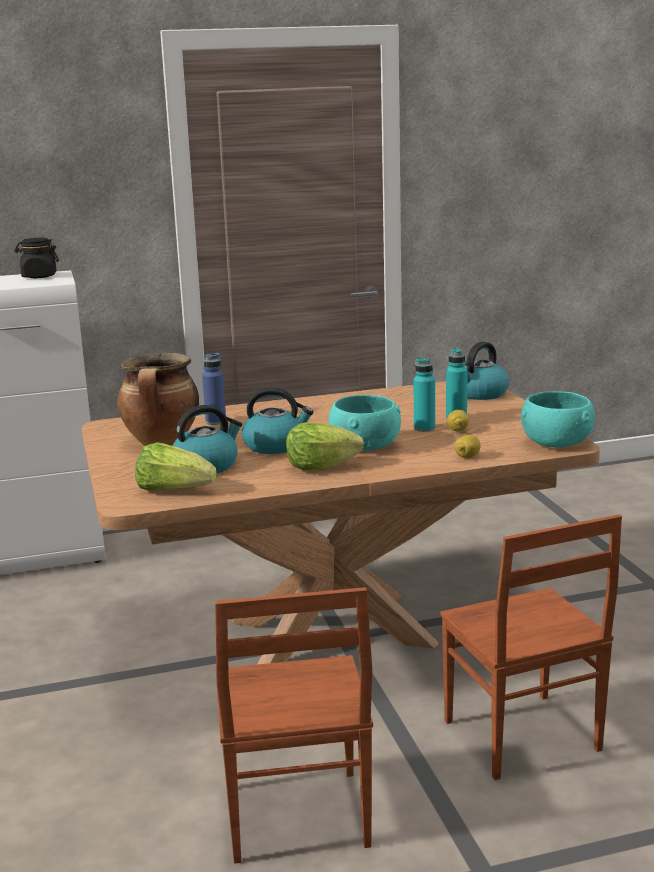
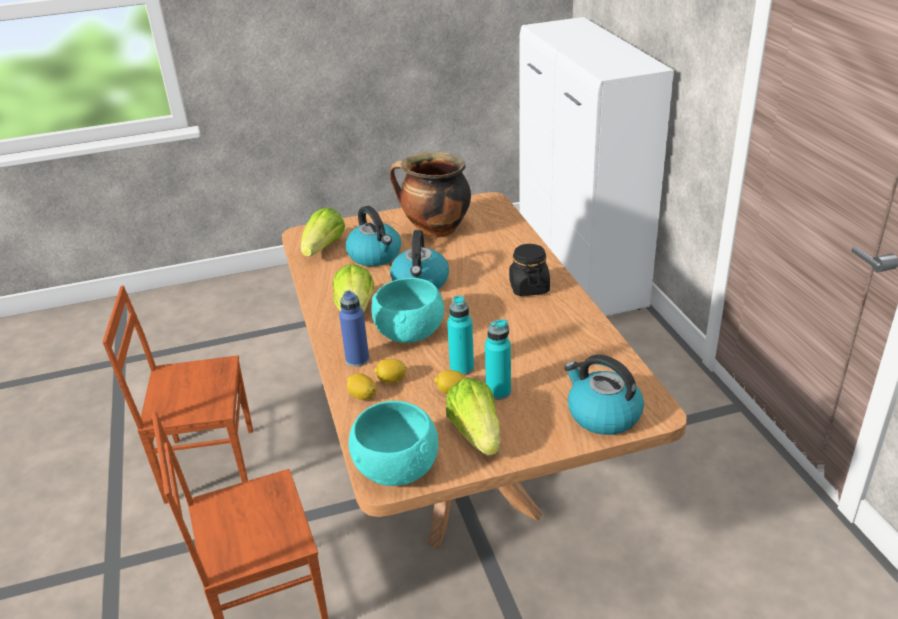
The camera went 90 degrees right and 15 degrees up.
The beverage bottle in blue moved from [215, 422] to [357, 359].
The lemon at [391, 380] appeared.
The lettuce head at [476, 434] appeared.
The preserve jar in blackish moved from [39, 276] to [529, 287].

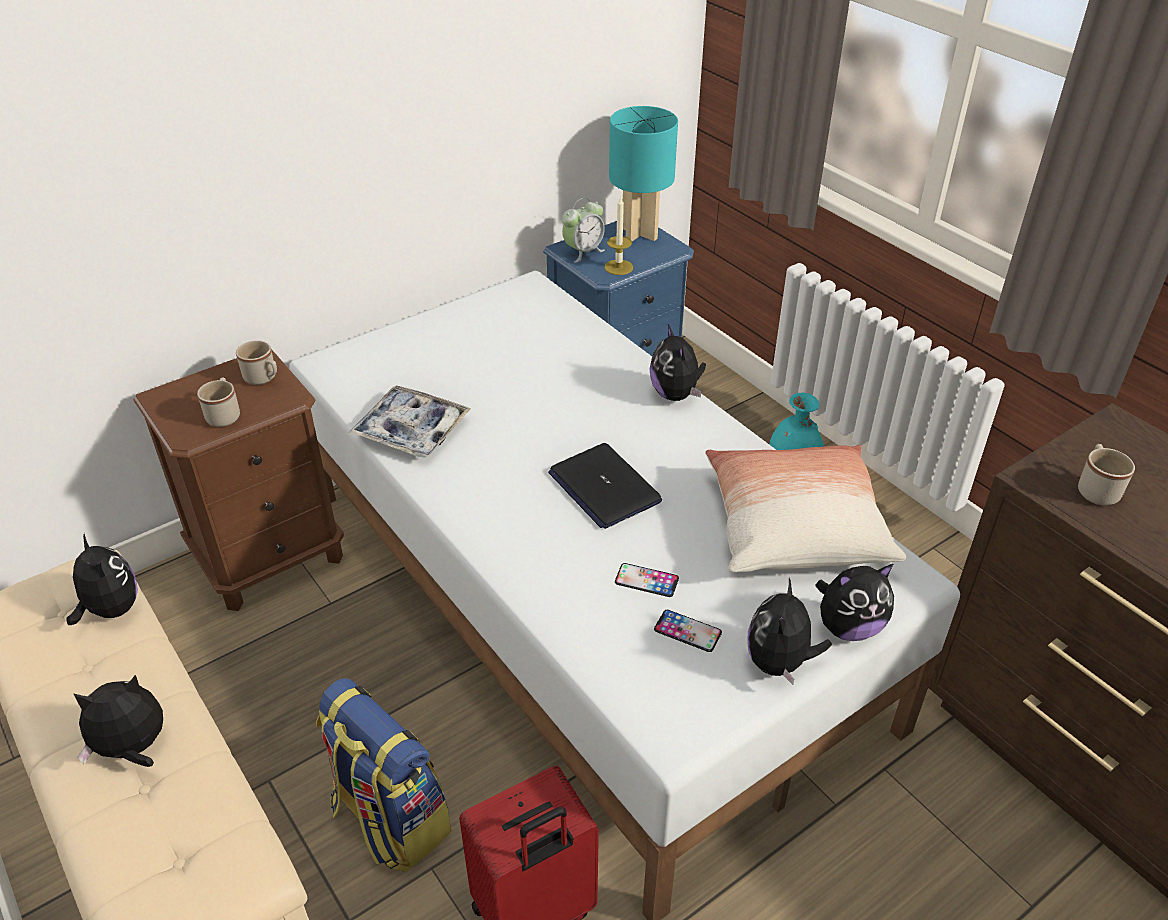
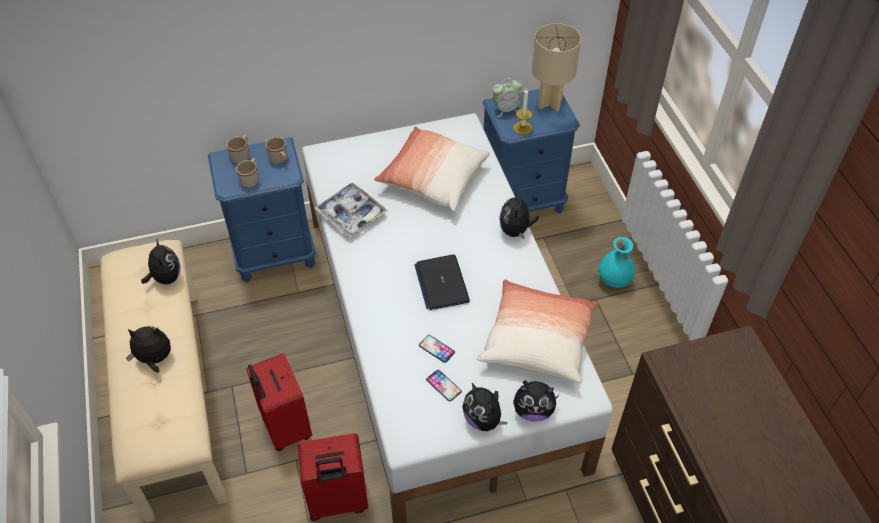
The camera went 20 degrees right and 10 degrees up.
The nightstand in brown at [270, 558] became the nightstand in blue at [275, 254].
The coffee mug in beige moved from [1096, 489] to [241, 155].
The backpack at [389, 819] was replaced by the suitcase in red-coloured at [284, 427].
The cushion at [433, 179] appeared.
The plush toy at [779, 663] turned 75 degrees counterclockwise.
The tabletop lamp in turquoise-coloured at [639, 234] became the tabletop lamp in beige at [549, 103].

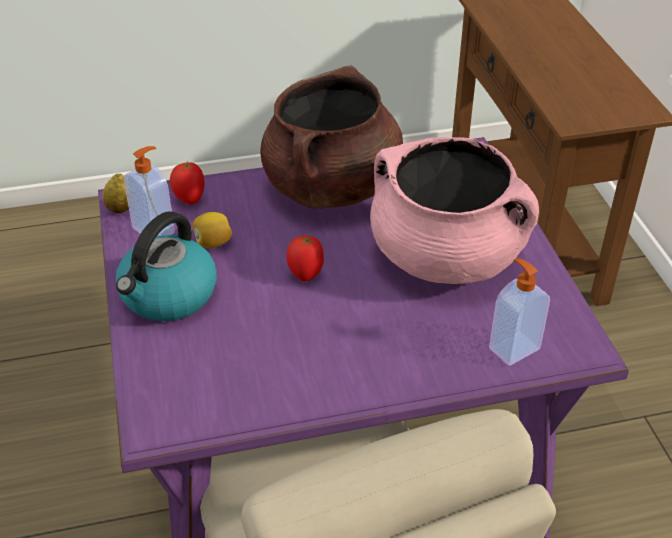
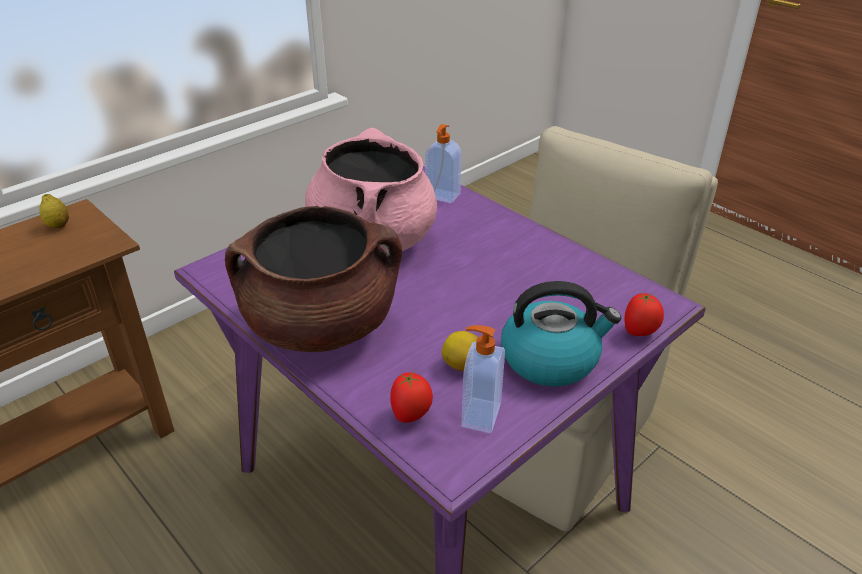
The camera went 120 degrees left and 5 degrees down.
The lemon moved from [121, 209] to [58, 226].
The fresh tomato moved from [305, 274] to [640, 332].

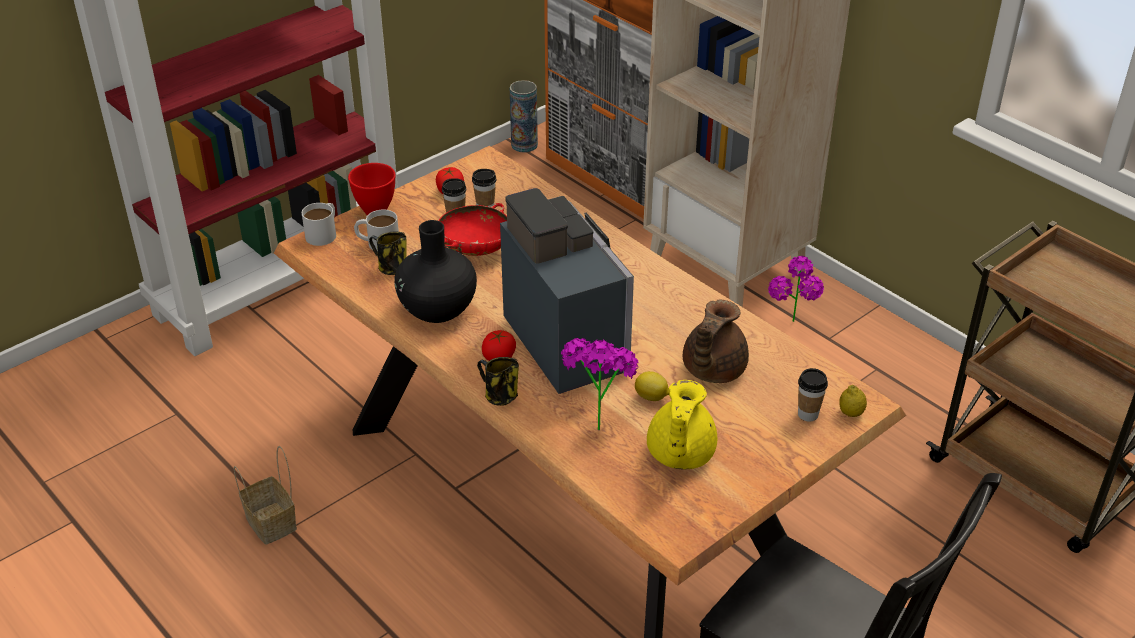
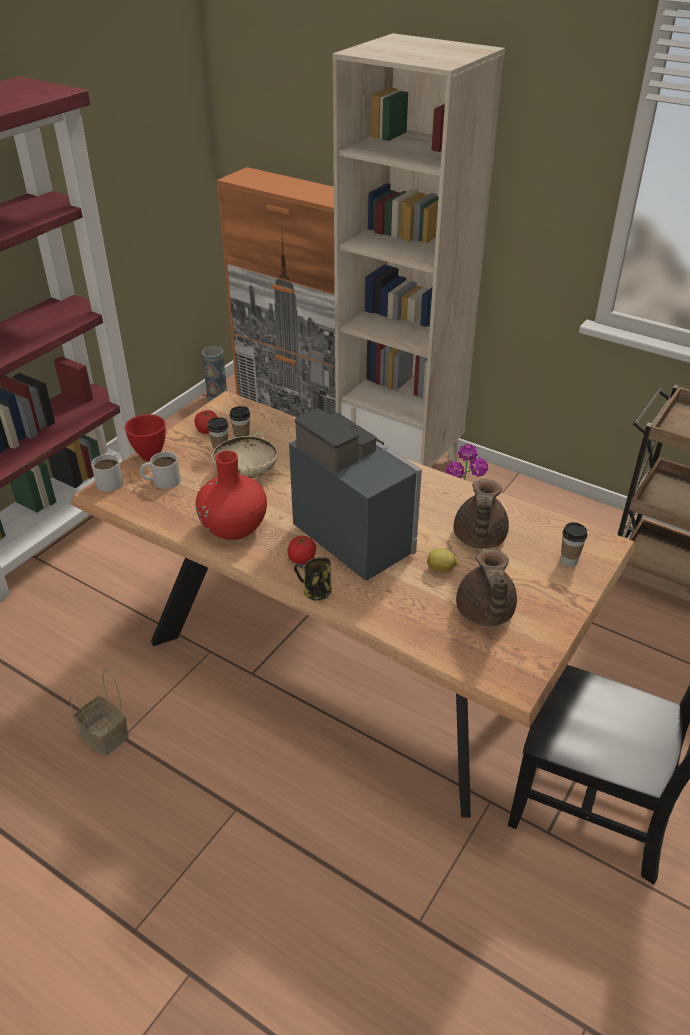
The camera went 15 degrees left and 0 degrees up.
The decorative vase in blackish at [437, 309] became the decorative vase in red-coloured at [233, 528].
The serving bowl in red-coloured at [475, 249] became the serving bowl in beige at [246, 473].
The tea pot in yellow-coloured at [679, 454] became the tea pot in brown at [484, 613].
The coffee mug at [391, 268] disappeared.
The potted plant at [597, 420] disappeared.
The lemon at [851, 413] disappeared.

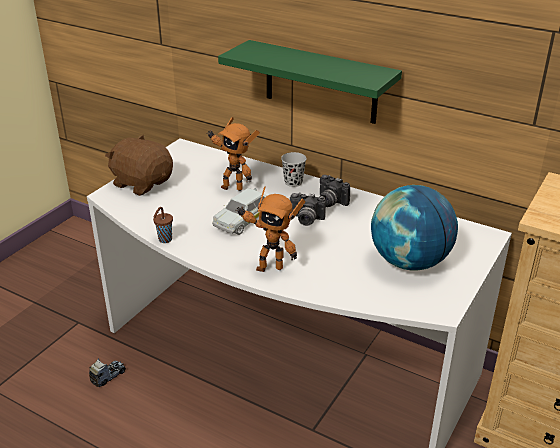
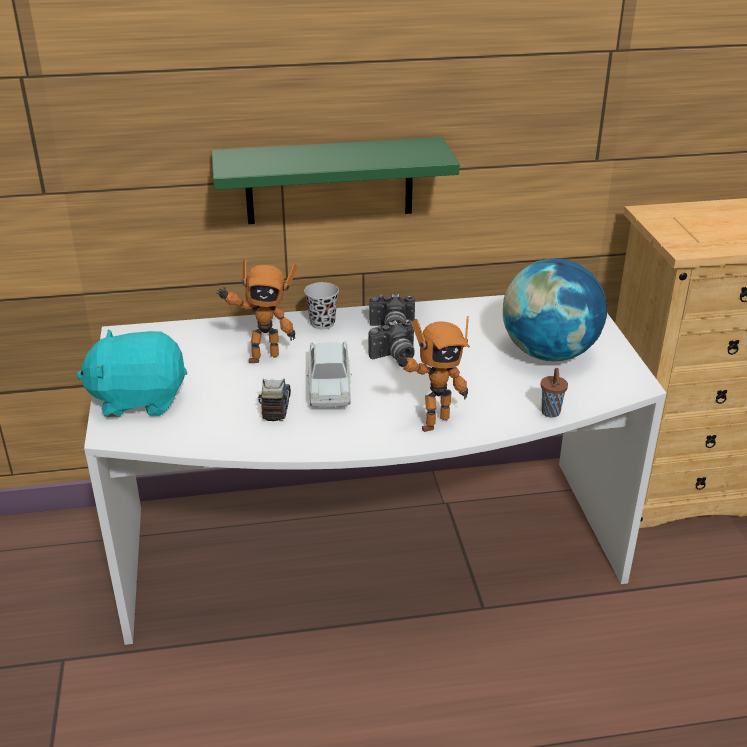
The camera went 40 degrees left and 0 degrees up.
The plush toy in brown at [142, 183] became the plush toy in turquoise-coloured at [139, 399].
The toy lorry moved from [108, 376] to [276, 406].
The cup in brown moved from [164, 240] to [551, 413].

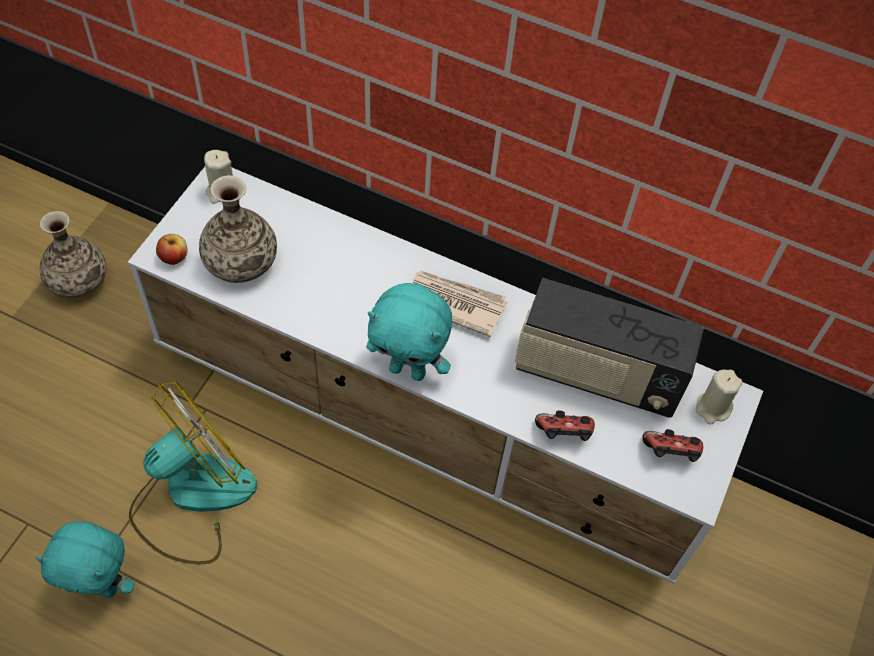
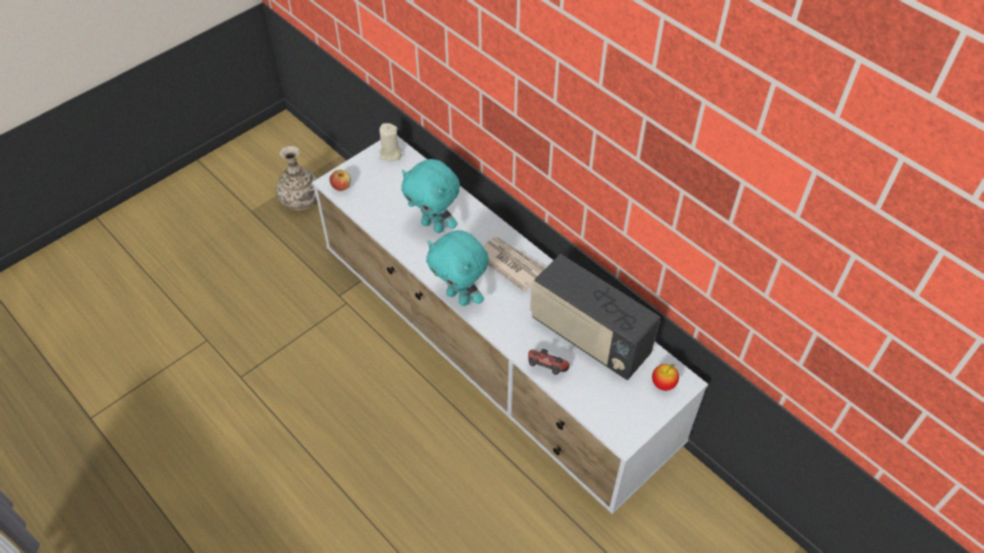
The camera went 25 degrees right and 5 degrees down.
The plush toy in turquoise-coloured moved from [102, 586] to [434, 225].
The wax light in beige at [712, 408] was replaced by the whole apple at [663, 384].
The fan at [192, 496] disappeared.
The decorative vase at [241, 261] disappeared.
The joypad at [670, 454] disappeared.

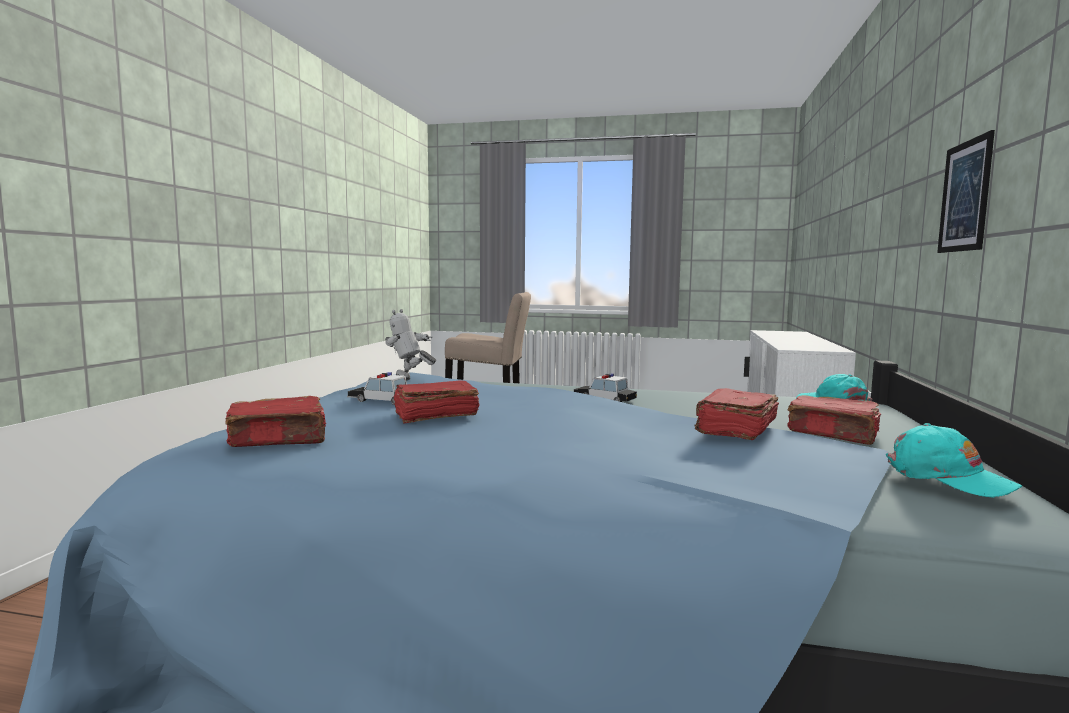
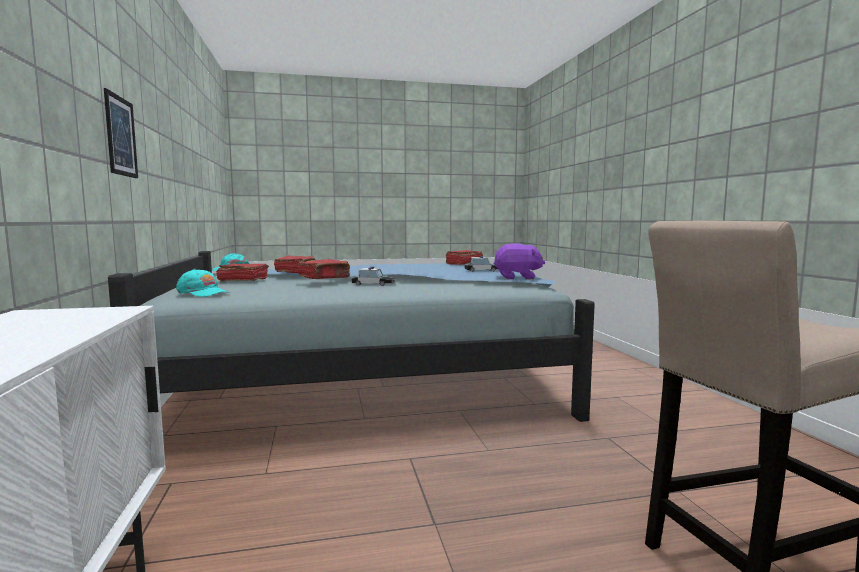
The camera went 155 degrees right and 0 degrees up.
The book in red-coloured moved from [434, 416] to [325, 278].
The toy robot at [409, 381] was replaced by the plush toy in purple-coloured at [517, 278].

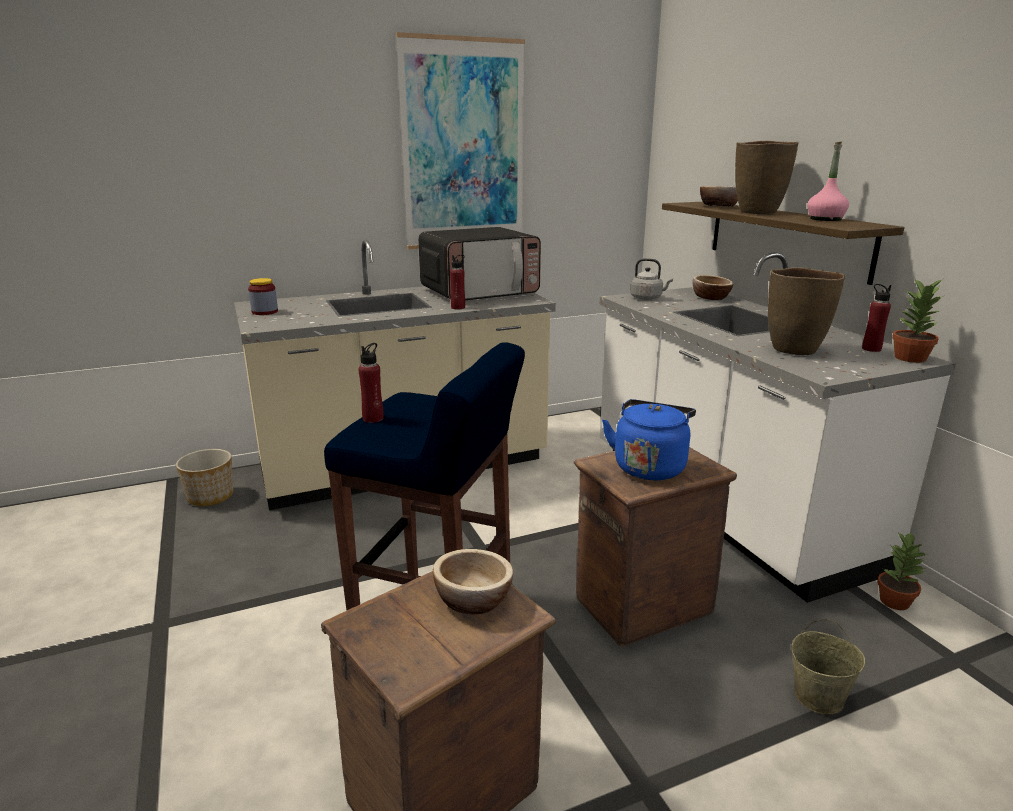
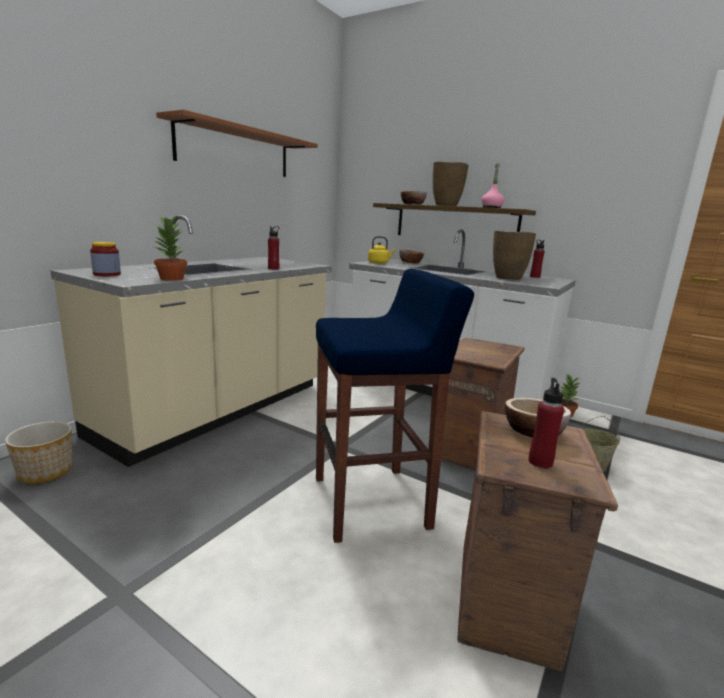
The camera went 35 degrees left and 5 degrees down.
The potted plant moved from [910, 358] to [172, 279].
The wall art at [463, 146] was replaced by the wall shelf at [235, 150].
The water kettle in grey at [647, 298] became the water kettle in yellow-coloured at [379, 263].
The beverage bottle in red-coloured moved from [373, 418] to [540, 462].
The microwave oven at [480, 292] disappeared.
The water kettle in blue at [649, 466] disappeared.

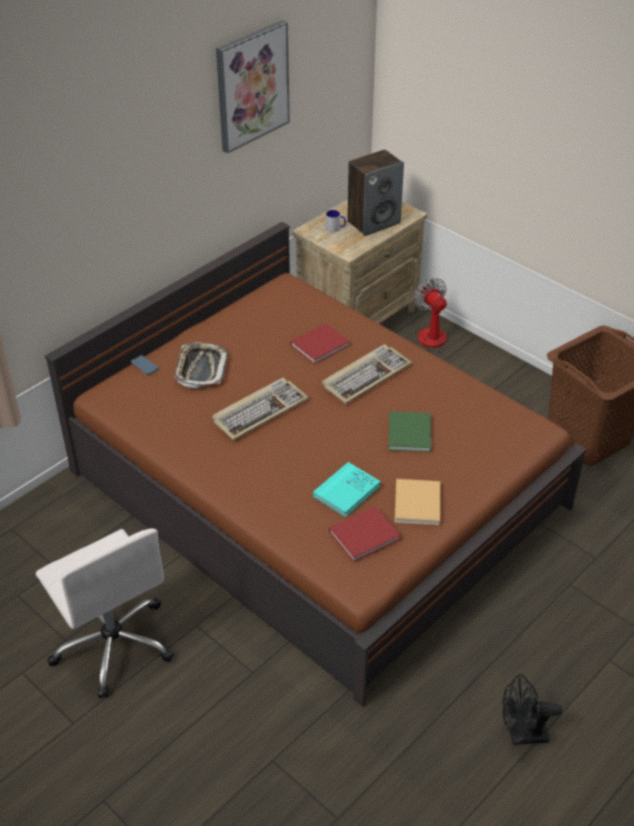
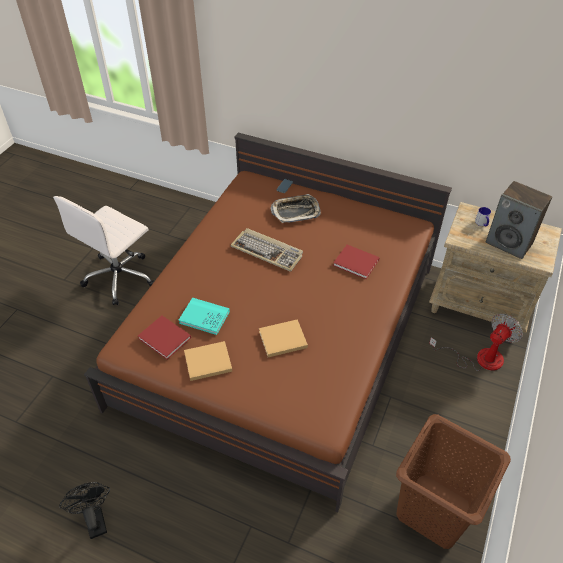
The camera went 70 degrees right and 5 degrees up.
The book in green-coloured at [409, 435] became the book in beige at [281, 339].
The wall art at [252, 86] disappeared.
The computer keyboard at [366, 376] disappeared.

